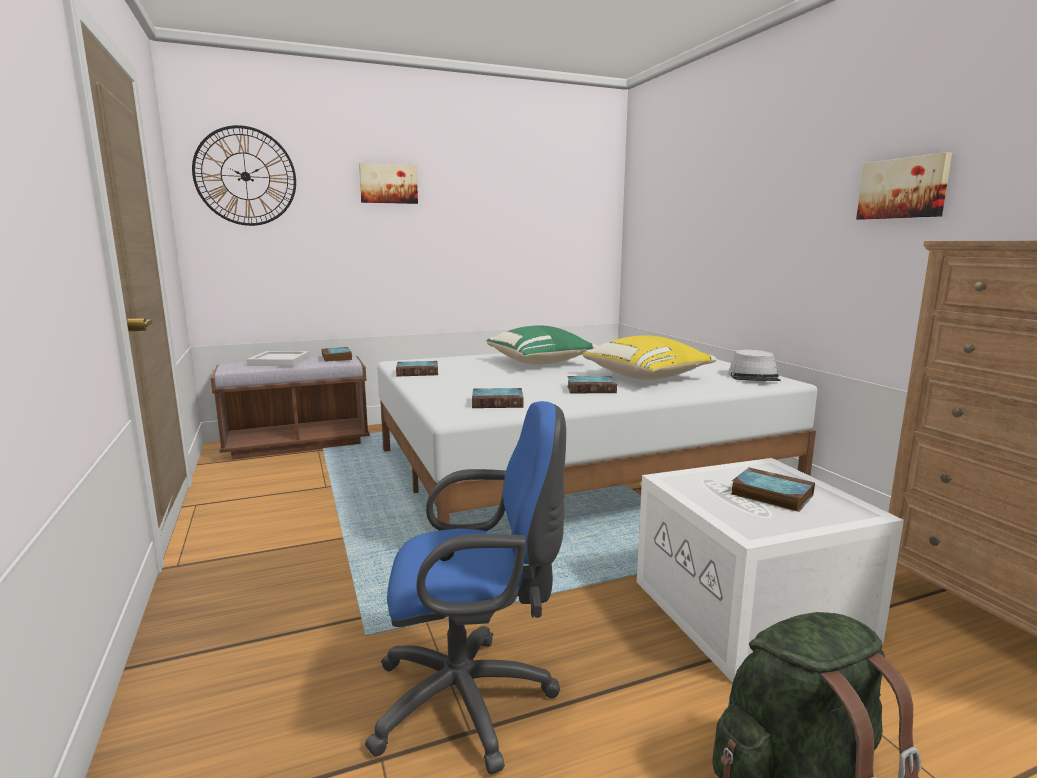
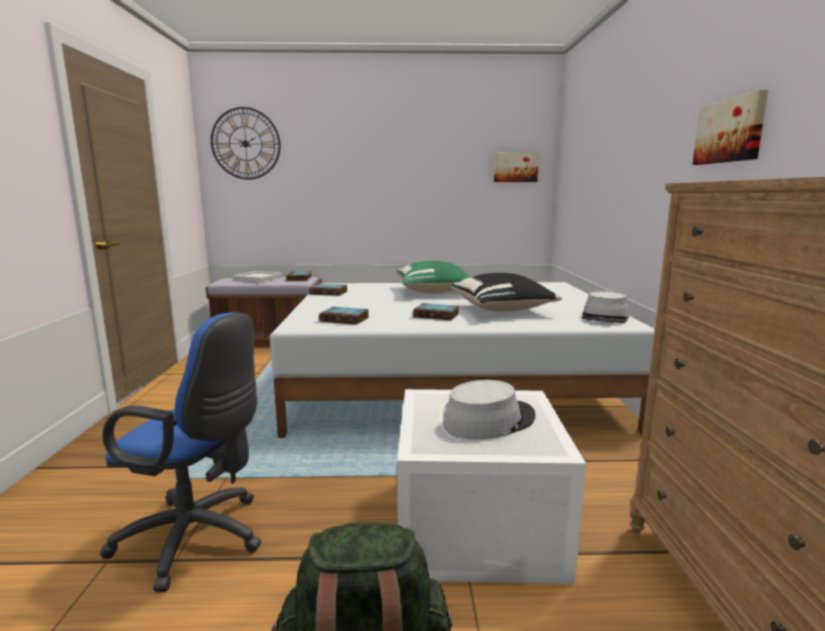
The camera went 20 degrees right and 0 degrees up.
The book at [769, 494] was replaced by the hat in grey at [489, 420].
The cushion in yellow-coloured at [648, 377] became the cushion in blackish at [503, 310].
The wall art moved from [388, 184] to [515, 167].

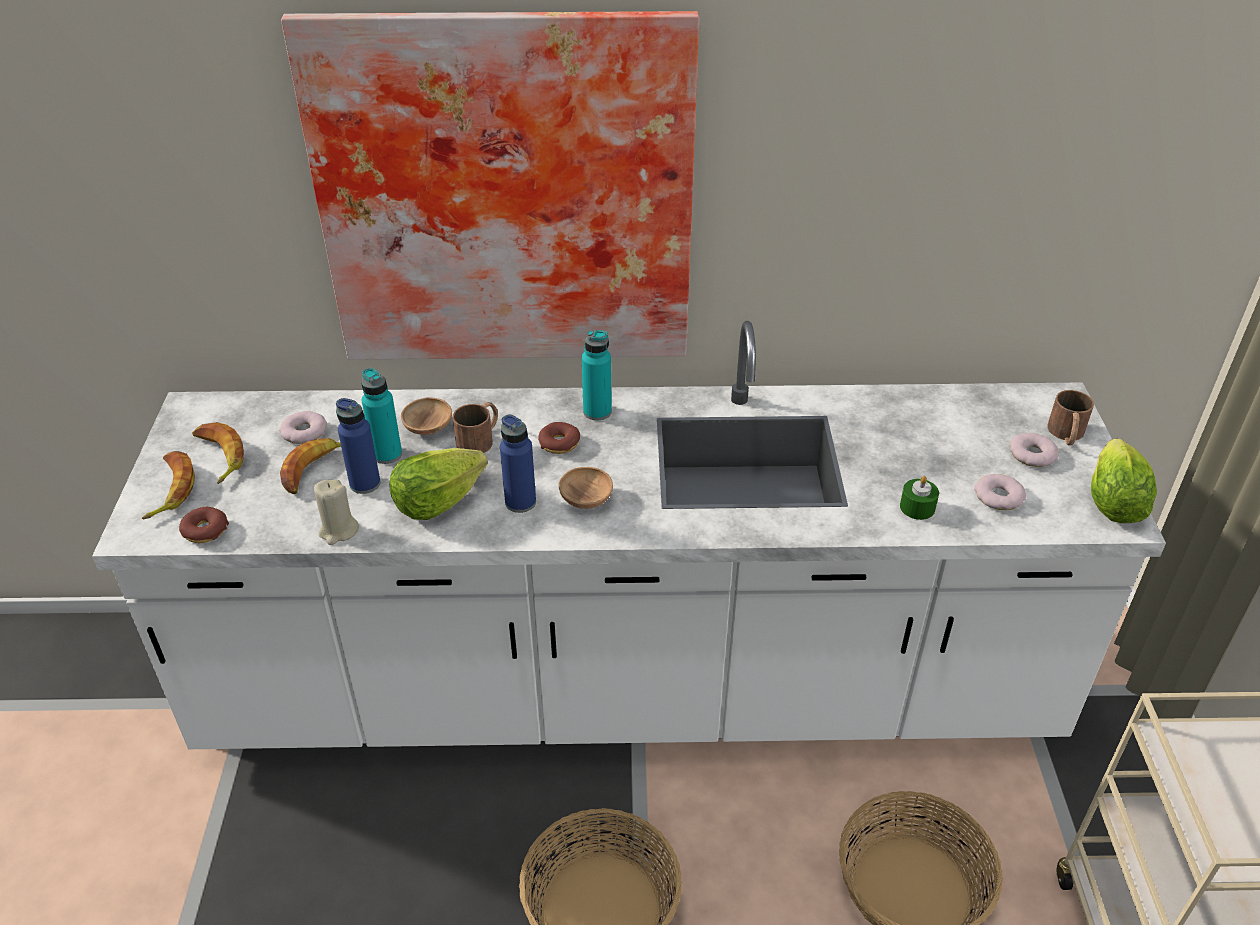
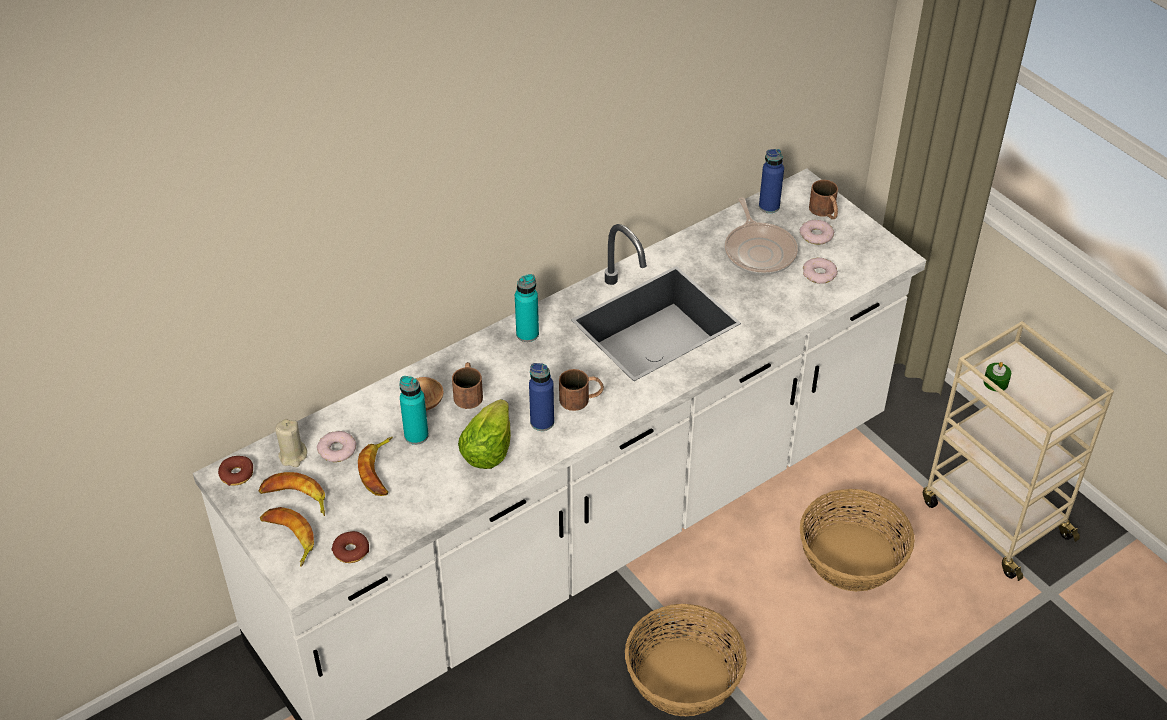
The camera went 35 degrees left and 5 degrees up.
The ring doughnut moved from [559, 443] to [237, 474].
The wax light in beige moved from [338, 531] to [293, 456].
The serving bowl in brown at [586, 499] was replaced by the coffee mug in brown at [581, 398].
The skillet at [759, 251] appeared.
The beverage bottle in blue moved from [365, 484] to [769, 206].
The wax light in green-coloured moved from [917, 507] to [995, 382].
The wall art at [506, 192] disappeared.
The lettuce head at [1112, 503] disappeared.

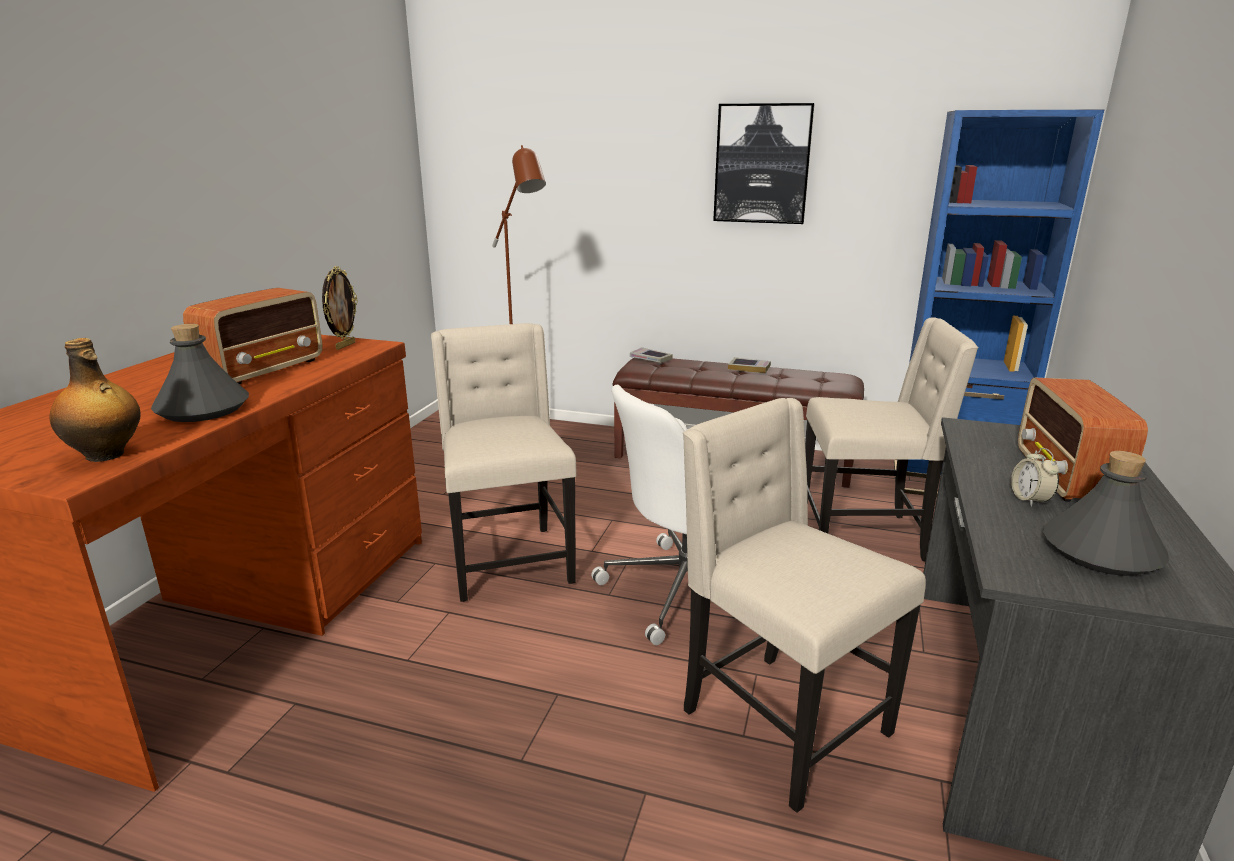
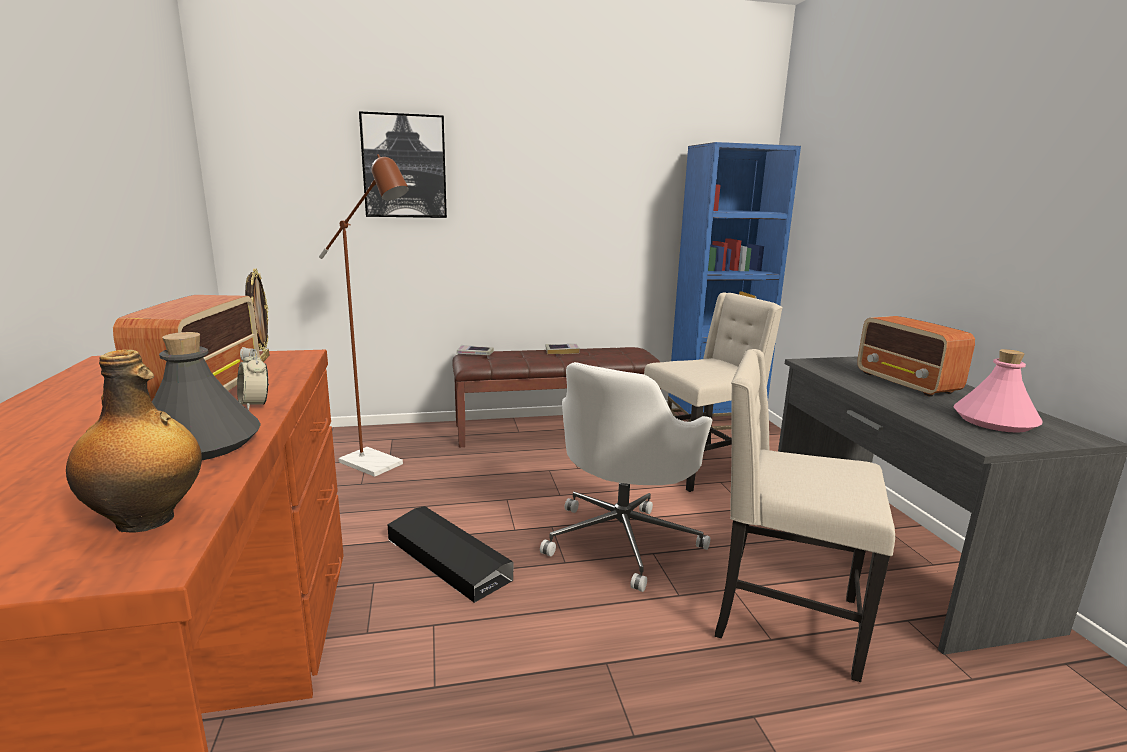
The camera went 30 degrees left and 5 degrees down.
The bedside clock moved from [1030, 500] to [255, 404].
The wall art moved from [762, 164] to [404, 166].
The plain chair in beige at [508, 561] was replaced by the storage box in blackish at [447, 559].
The beverage bottle in grey at [1099, 552] became the beverage bottle in pink at [994, 421].

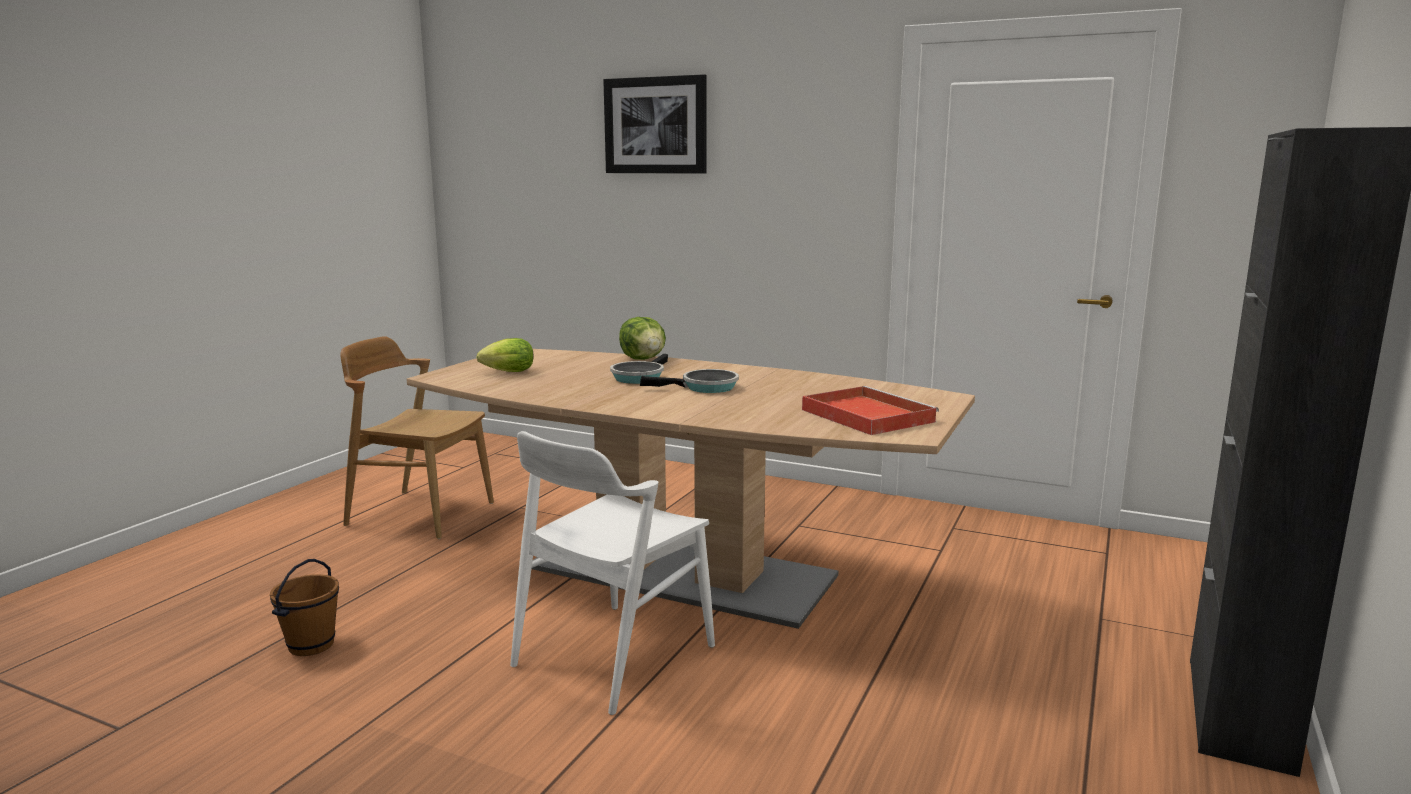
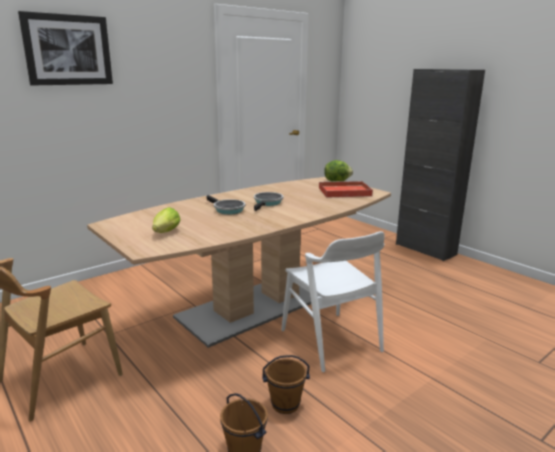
The camera went 65 degrees left and 5 degrees up.
The water bucket in brown at [285, 405] appeared.
The lettuce head moved from [644, 359] to [336, 181].

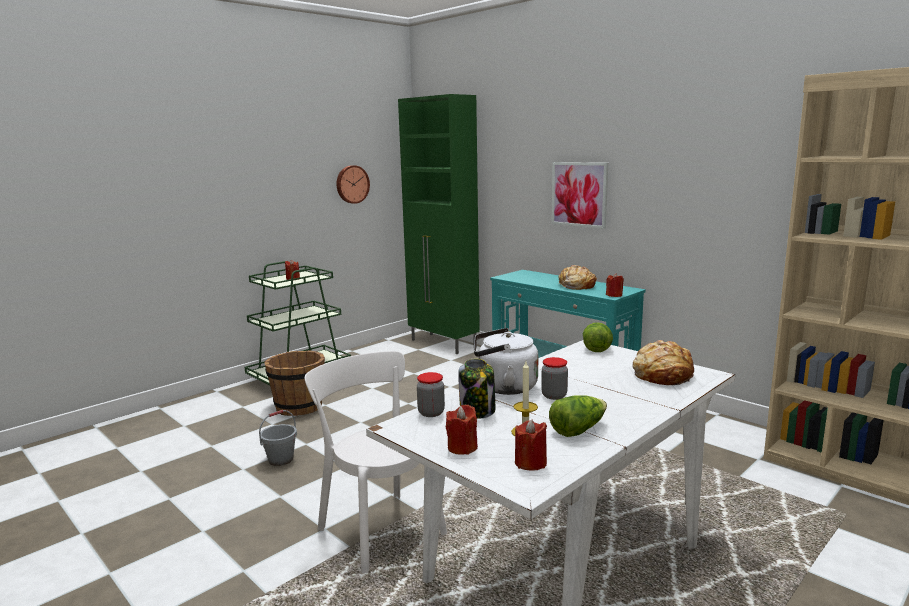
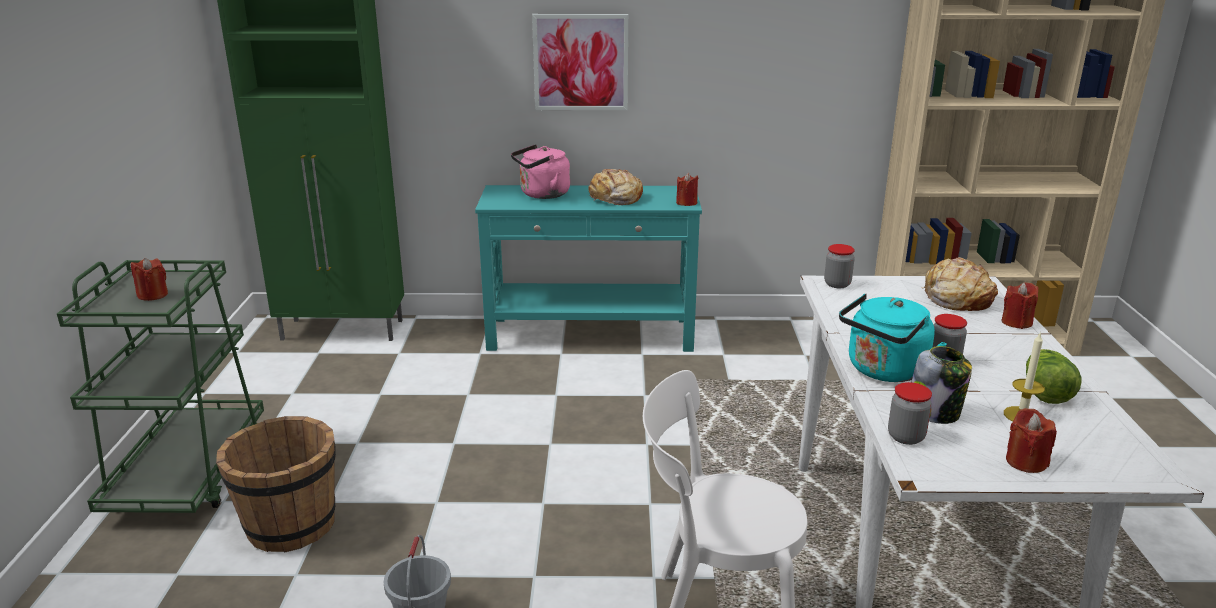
The camera went 45 degrees left and 10 degrees up.
The water kettle in pink at [542, 195] appeared.
The lettuce head at [596, 347] was replaced by the preserve jar at [837, 284].
The water kettle in white-coloured at [503, 387] became the water kettle in turquoise-coloured at [884, 371].
The wax light in red-coloured moved from [530, 463] to [1016, 322].
The clock on the wall at [352, 184] disappeared.

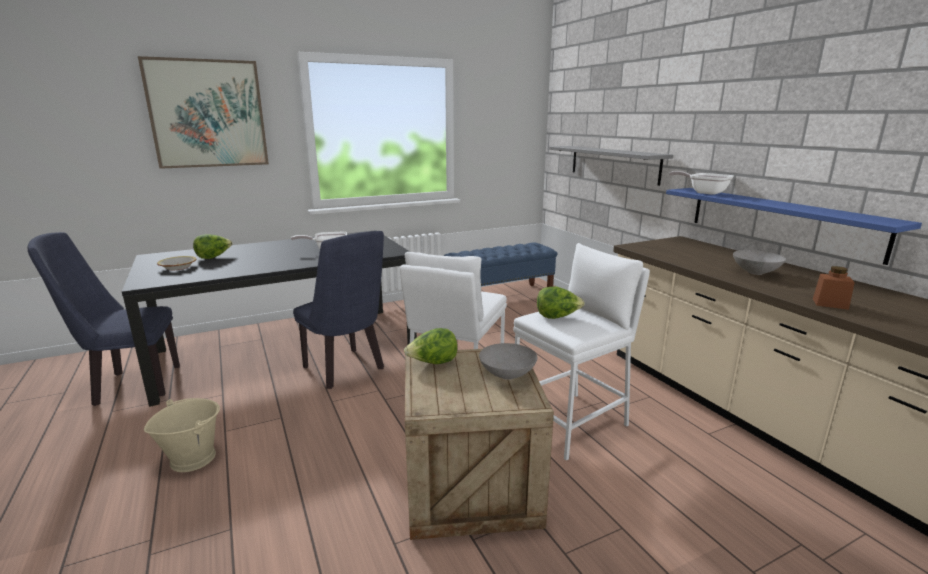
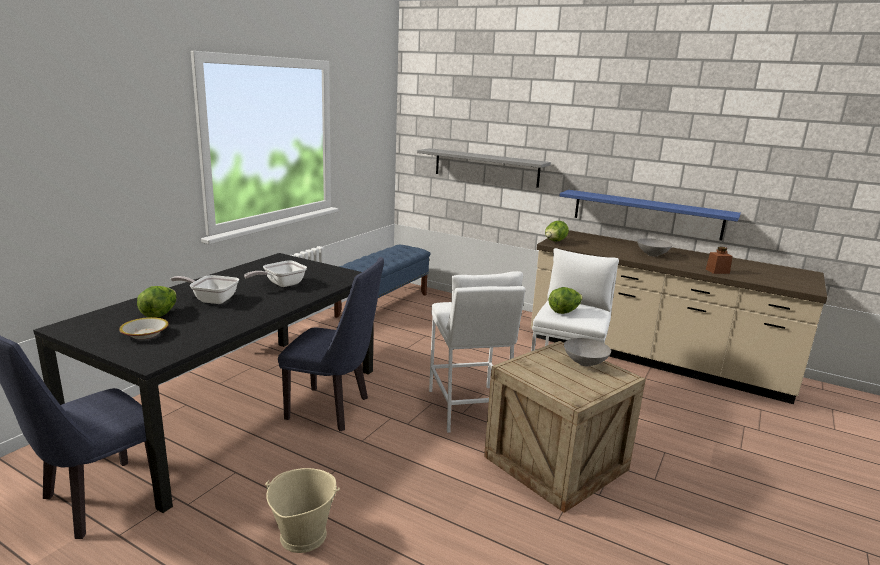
The camera went 35 degrees left and 0 degrees up.
The skillet moved from [704, 192] to [211, 299].
The lettuce head moved from [433, 363] to [554, 241].
The wall art at [208, 114] disappeared.

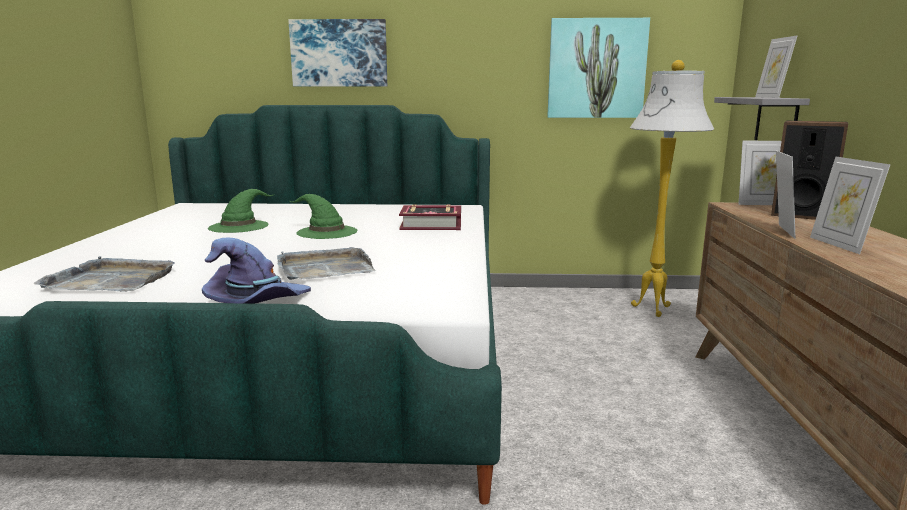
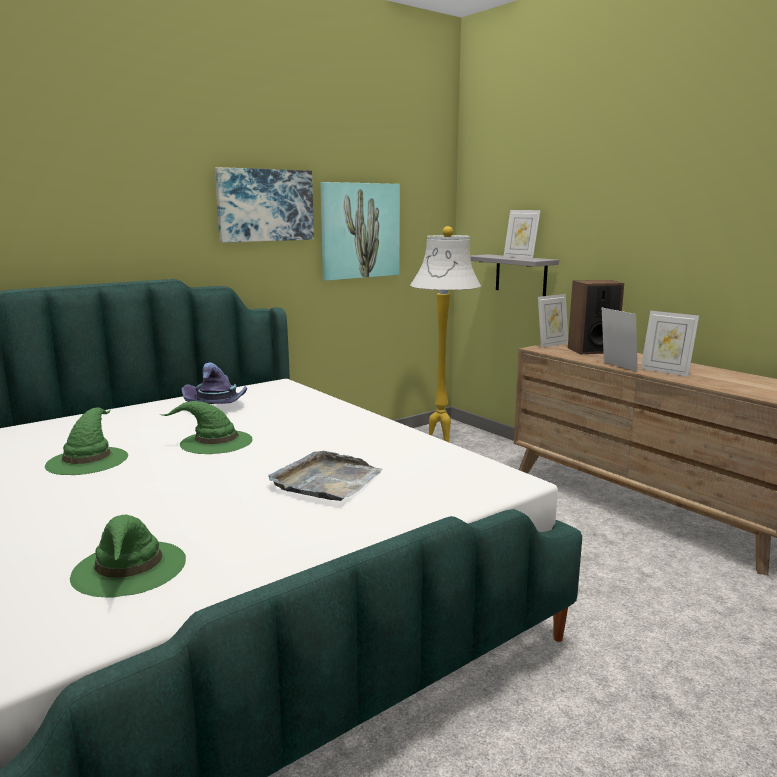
The camera went 40 degrees left and 0 degrees up.
The serving tray in grey at [111, 280] was replaced by the hat in green-coloured at [130, 568].
The hat in purple-coloured moved from [256, 303] to [217, 405].
The wall art moved from [339, 53] to [265, 205].
The book at [431, 225] disappeared.

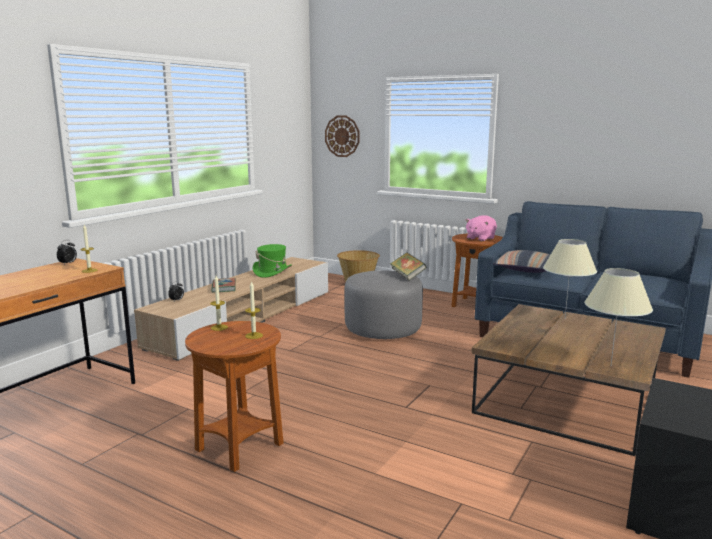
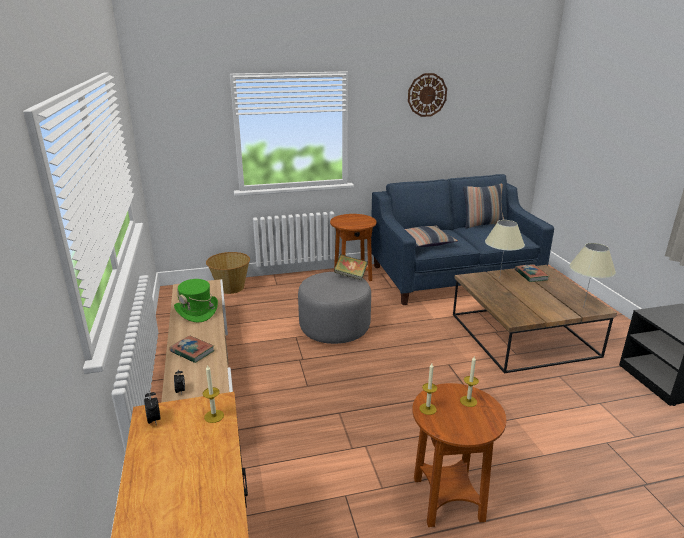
The camera went 45 degrees left and 10 degrees up.
The clock on the wall moved from [342, 136] to [427, 95].
The cushion at [482, 224] appeared.
The book at [531, 275] appeared.
The plush toy in pink at [480, 238] disappeared.

